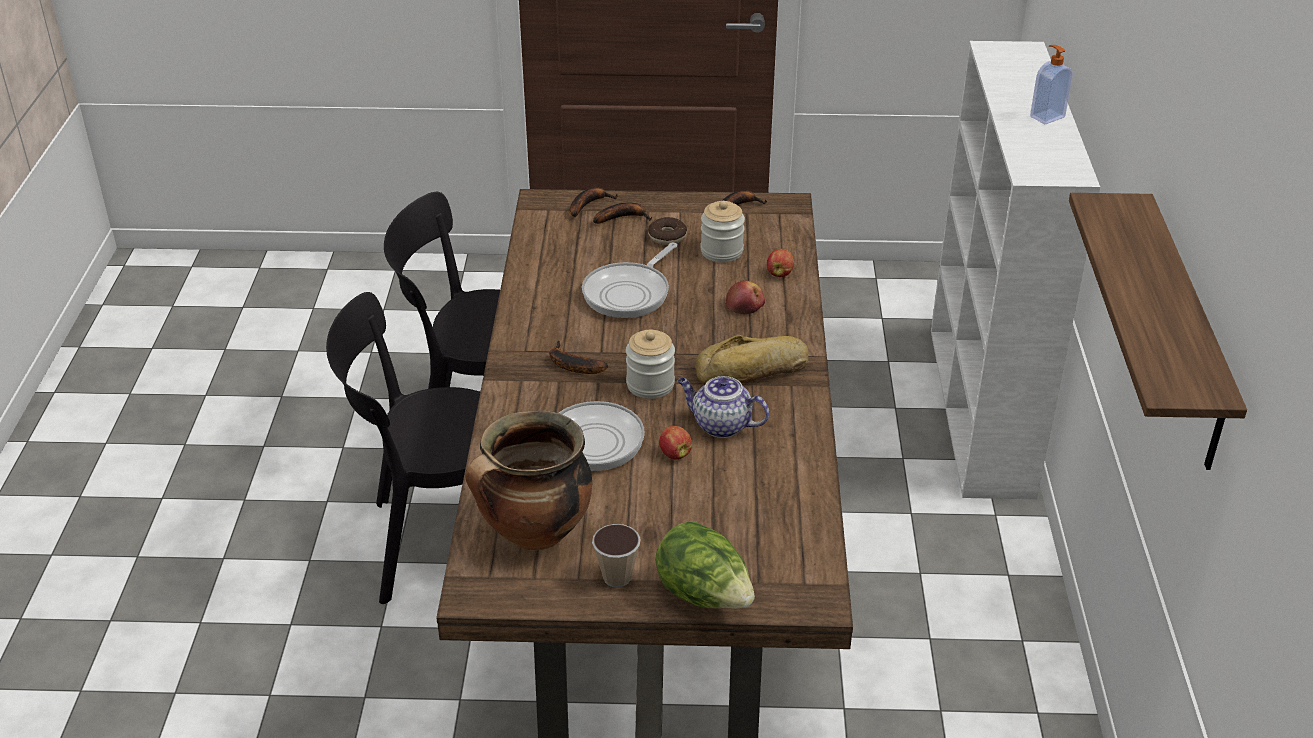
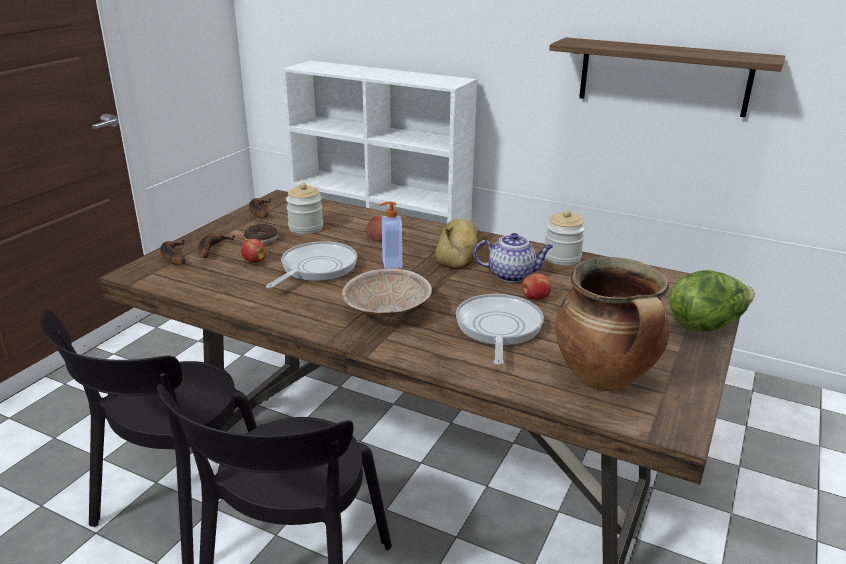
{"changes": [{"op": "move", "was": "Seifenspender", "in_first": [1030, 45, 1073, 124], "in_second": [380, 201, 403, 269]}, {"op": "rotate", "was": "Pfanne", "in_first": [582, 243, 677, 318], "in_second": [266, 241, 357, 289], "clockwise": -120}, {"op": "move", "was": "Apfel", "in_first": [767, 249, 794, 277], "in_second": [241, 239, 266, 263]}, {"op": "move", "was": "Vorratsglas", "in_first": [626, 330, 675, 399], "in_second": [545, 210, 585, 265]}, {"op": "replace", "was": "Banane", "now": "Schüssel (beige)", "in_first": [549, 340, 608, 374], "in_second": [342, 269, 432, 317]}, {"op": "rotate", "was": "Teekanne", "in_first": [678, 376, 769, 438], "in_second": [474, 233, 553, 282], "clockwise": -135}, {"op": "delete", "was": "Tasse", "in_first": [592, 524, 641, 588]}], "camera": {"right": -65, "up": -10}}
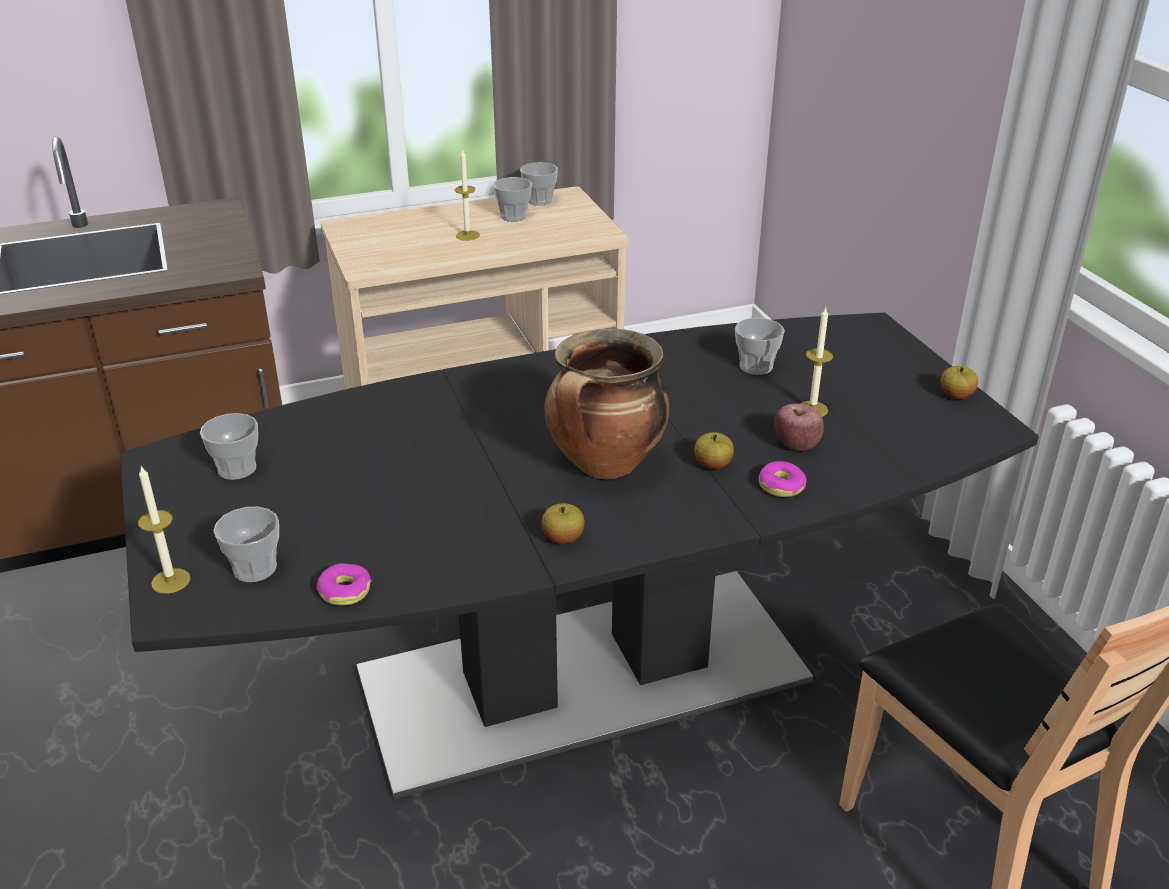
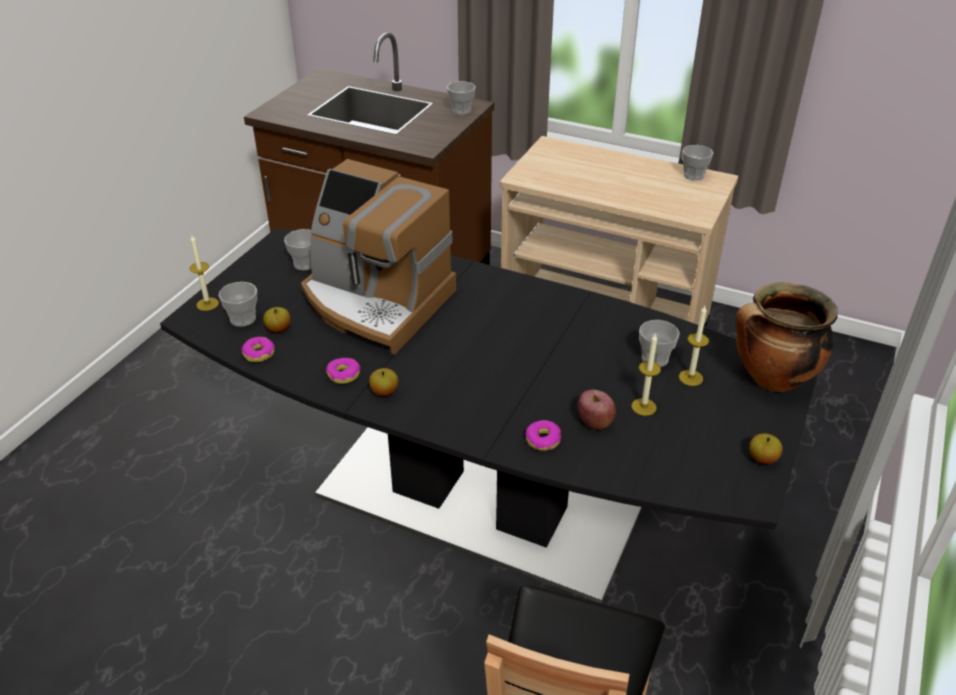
{"changes": [{"op": "move", "was": "Kerze", "in_first": [455, 150, 480, 241], "in_second": [679, 306, 709, 386]}, {"op": "move", "was": "Tasse", "in_first": [493, 177, 532, 222], "in_second": [447, 81, 475, 115]}, {"op": "move", "was": "Kochtopf", "in_first": [544, 329, 669, 480], "in_second": [735, 282, 838, 392]}, {"op": "move", "was": "Apfel", "in_first": [694, 432, 734, 469], "in_second": [263, 307, 291, 333]}, {"op": "insert", "now": "Kaffeemaschine", "in_second": [301, 159, 456, 355]}, {"op": "insert", "now": "Donut", "in_second": [326, 358, 361, 384]}], "camera": {"right": 45, "up": 5}}
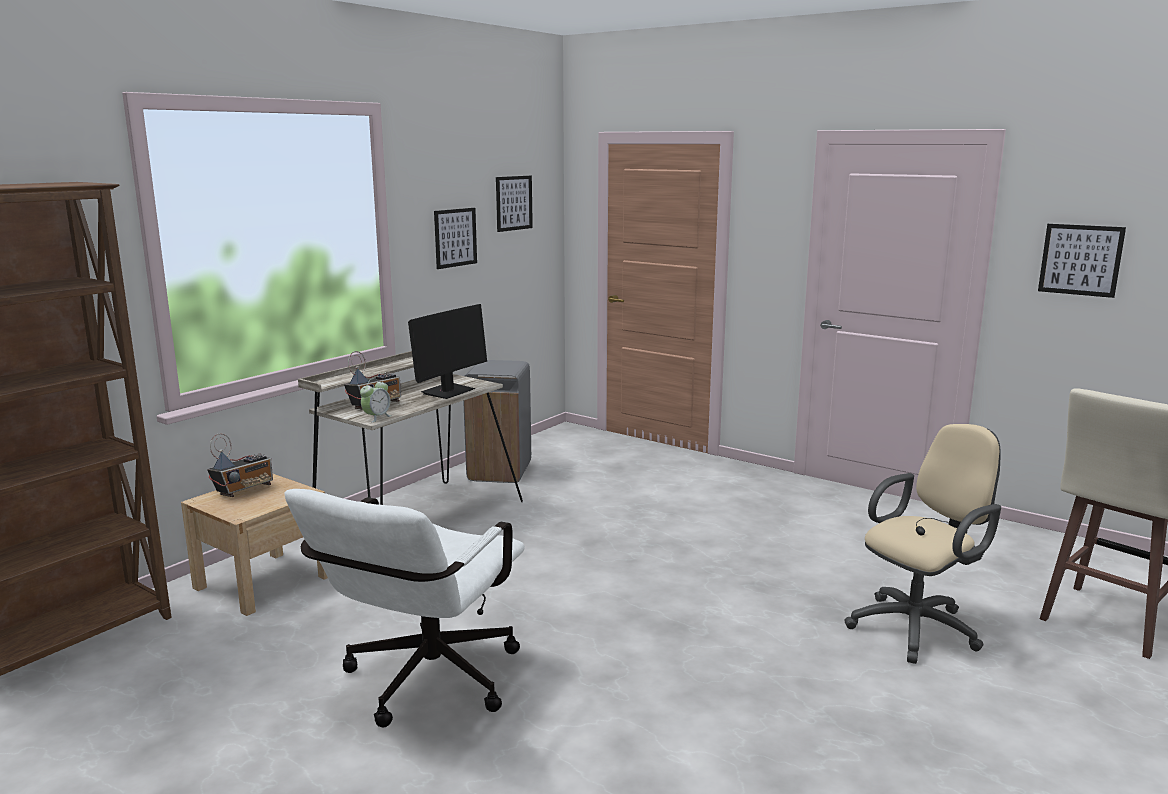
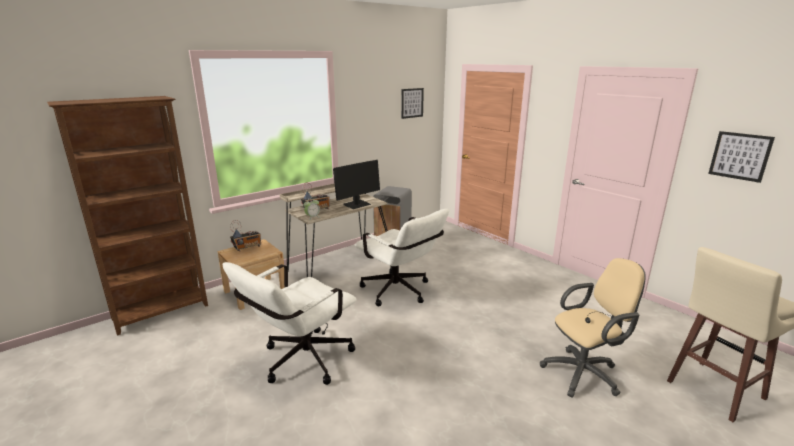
{"changes": [{"op": "delete", "was": "Bild", "in_first": [434, 208, 477, 269]}, {"op": "insert", "now": "Bürostuhl (weiß)", "in_second": [355, 209, 449, 306]}], "camera": {"right": 15, "up": 5}}
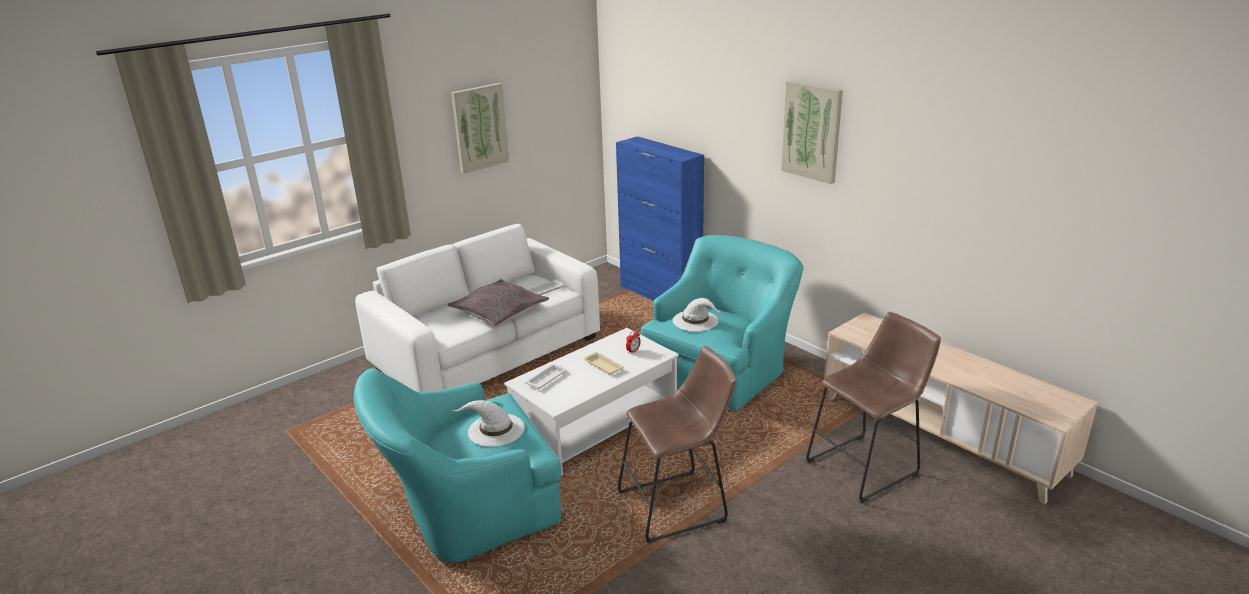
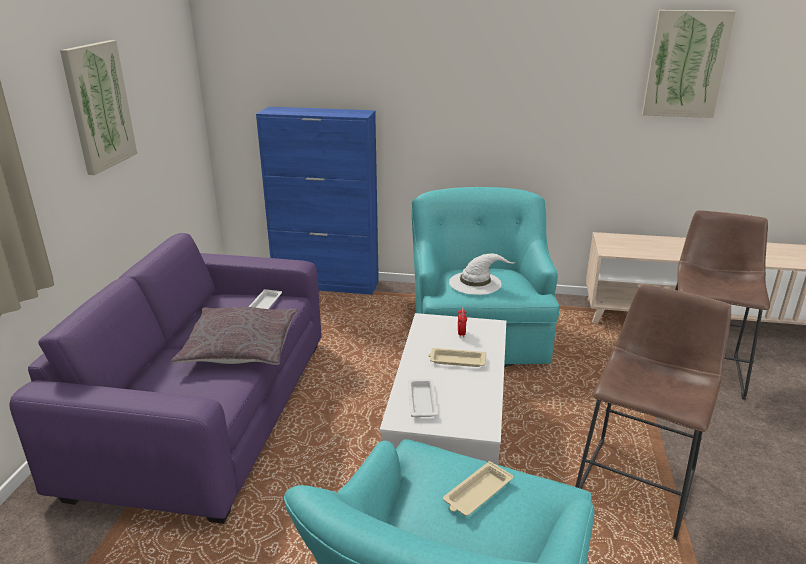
{"changes": [{"op": "move", "was": "Bild", "in_first": [781, 80, 843, 184], "in_second": [642, 10, 736, 118]}, {"op": "recolor", "was": "Sofa (weiß)", "now": "Sofa (lila)", "in_first": [355, 224, 600, 392], "in_second": [9, 233, 322, 524]}, {"op": "replace", "was": "Hut (weiß)", "now": "Tablett (beige)", "in_first": [452, 400, 525, 447], "in_second": [443, 461, 513, 516]}], "camera": {"right": -40, "up": 0}}
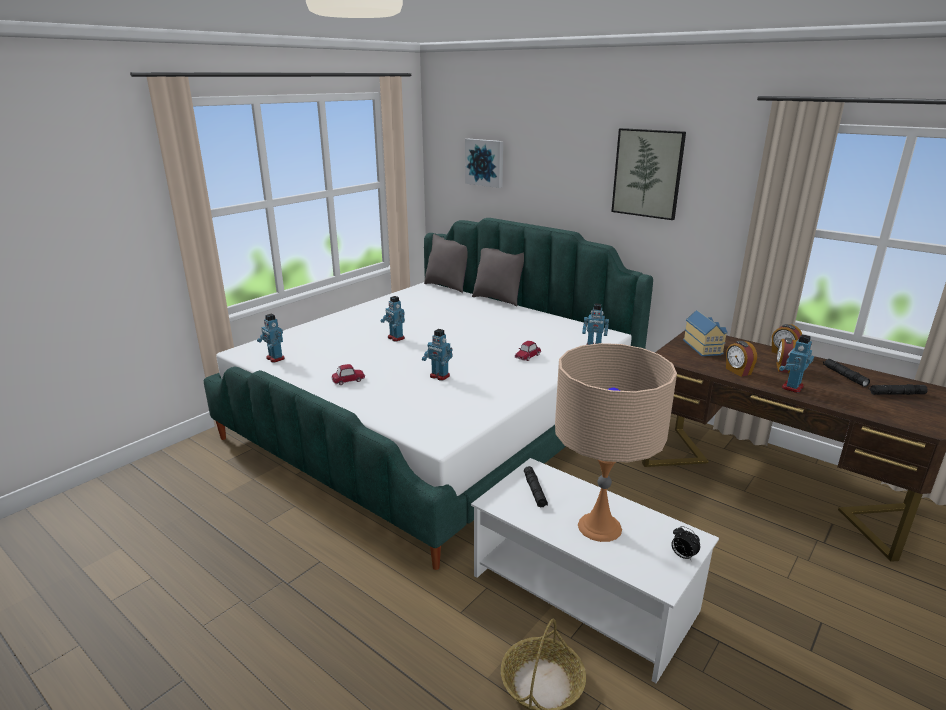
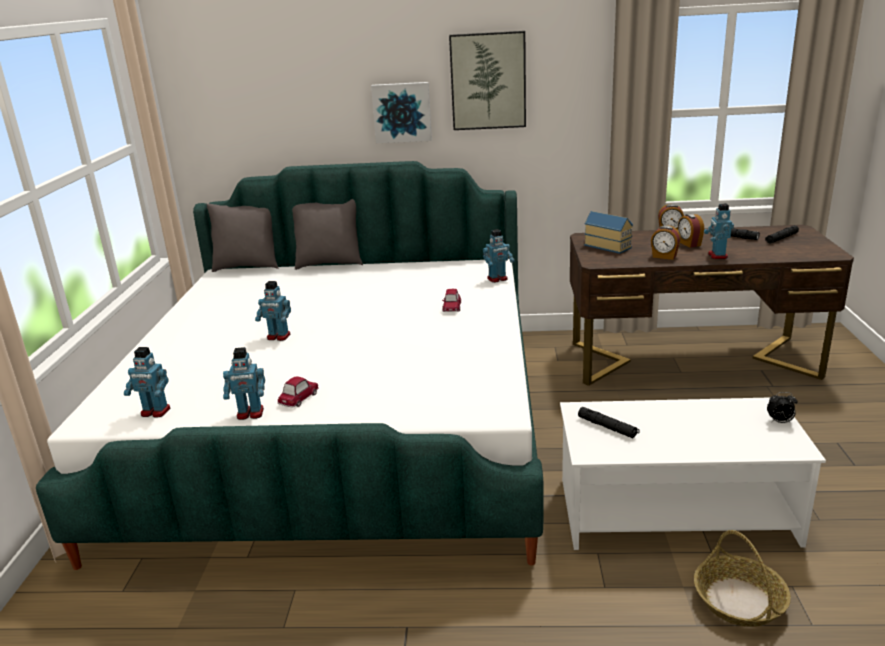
{"changes": [{"op": "move", "was": "Bild", "in_first": [465, 139, 503, 188], "in_second": [371, 82, 432, 143]}, {"op": "move", "was": "Spielzeugroboter", "in_first": [422, 329, 453, 381], "in_second": [223, 347, 265, 420]}, {"op": "delete", "was": "Tischlampe (beige)", "in_first": [555, 343, 677, 542]}], "camera": {"right": -35, "up": 0}}
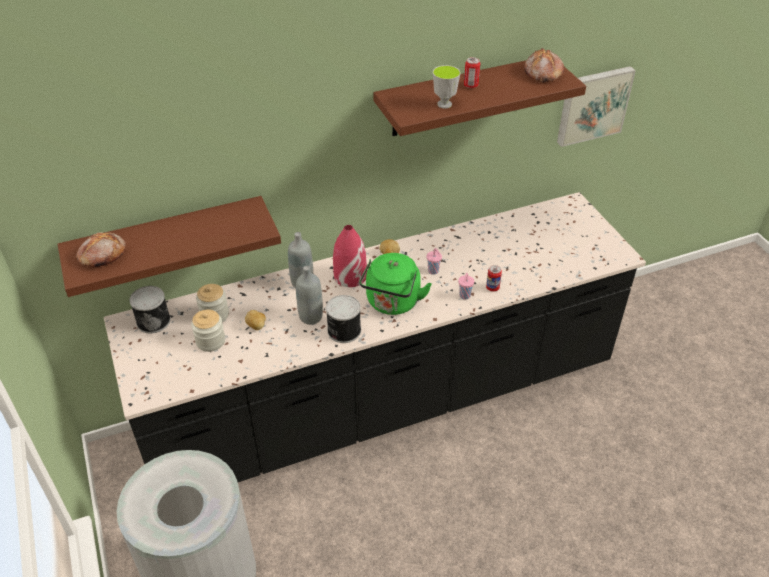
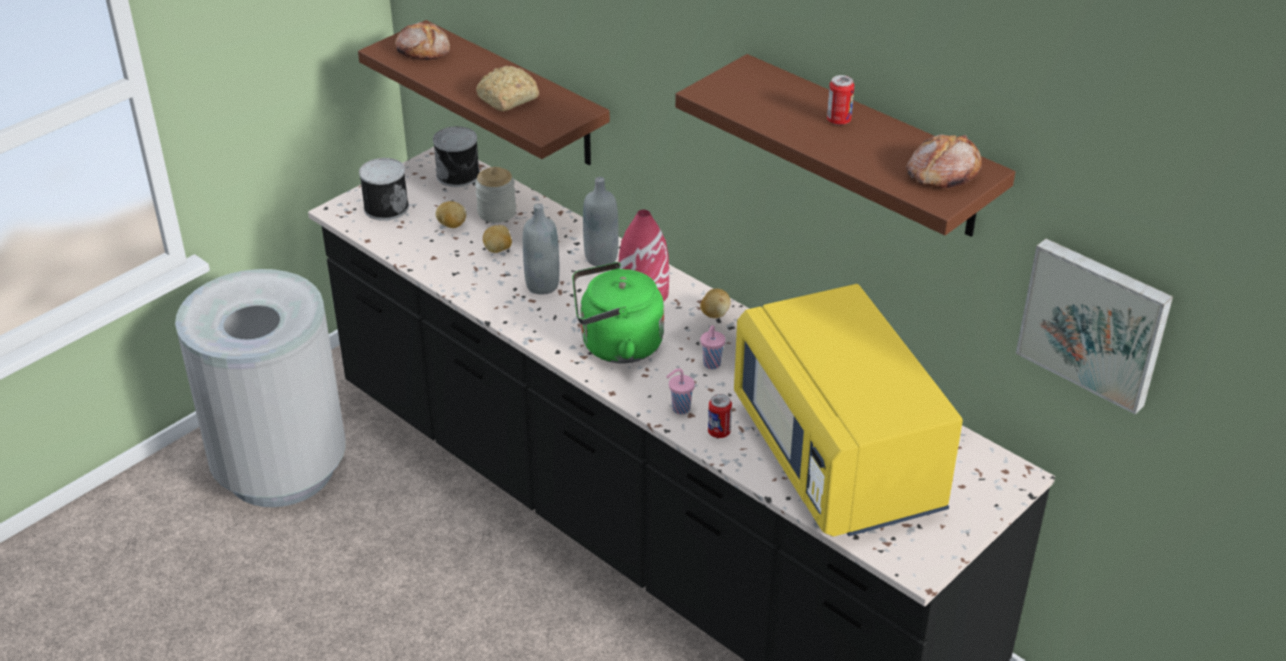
{"changes": [{"op": "delete", "was": "Tasse", "in_first": [433, 65, 461, 109]}, {"op": "move", "was": "Dose", "in_first": [326, 295, 361, 343], "in_second": [359, 158, 409, 221]}, {"op": "replace", "was": "Vorratsglas", "now": "Kartoffel", "in_first": [191, 309, 225, 352], "in_second": [436, 201, 466, 228]}, {"op": "insert", "now": "Brot", "in_second": [476, 66, 539, 111]}, {"op": "insert", "now": "Mikrowelle (gelb)", "in_second": [734, 284, 963, 536]}], "camera": {"right": 65, "up": -5}}
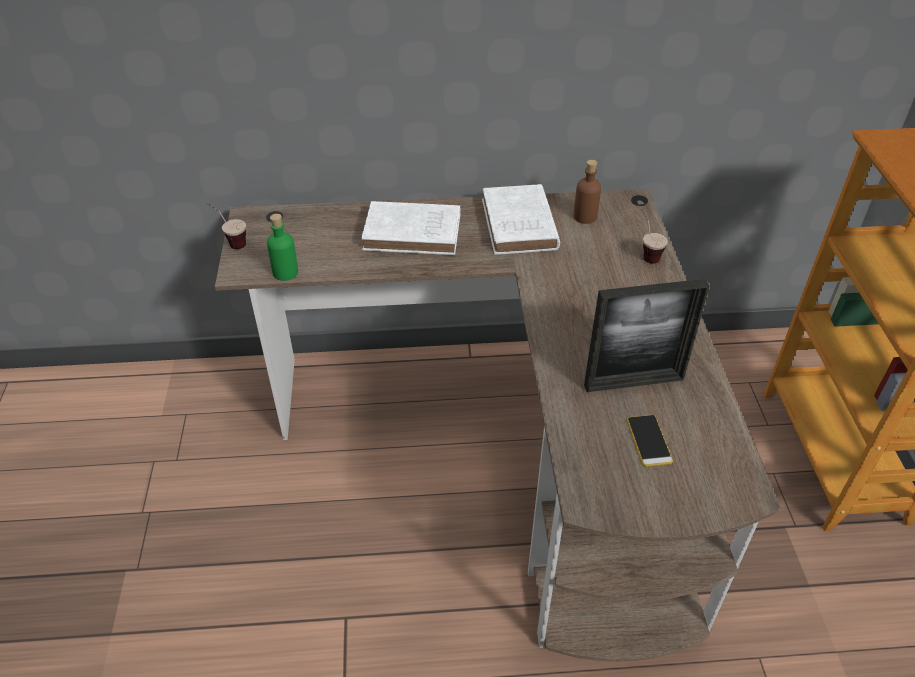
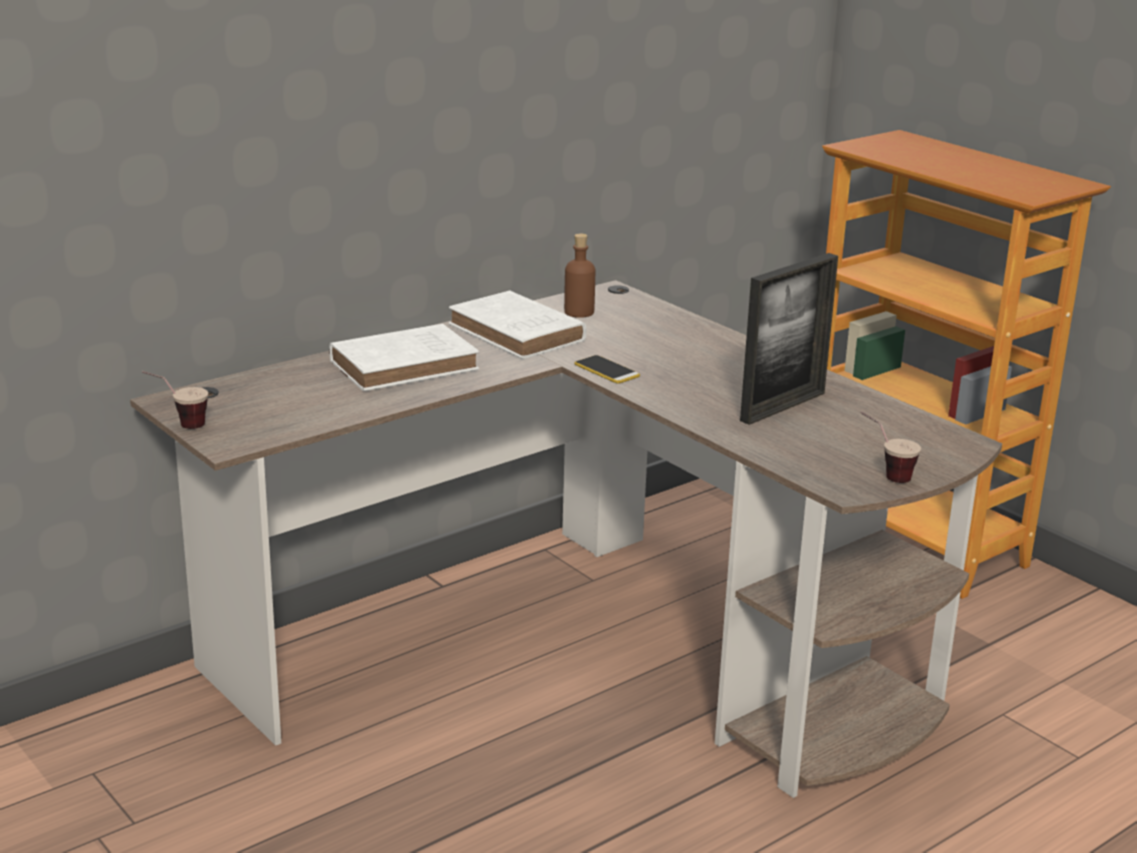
{"changes": [{"op": "move", "was": "Tasse", "in_first": [641, 209, 668, 263], "in_second": [860, 411, 921, 483]}, {"op": "delete", "was": "Flasche (grün)", "in_first": [267, 214, 298, 281]}, {"op": "move", "was": "Handy", "in_first": [627, 415, 673, 467], "in_second": [575, 355, 640, 384]}], "camera": {"right": -35, "up": -20}}
